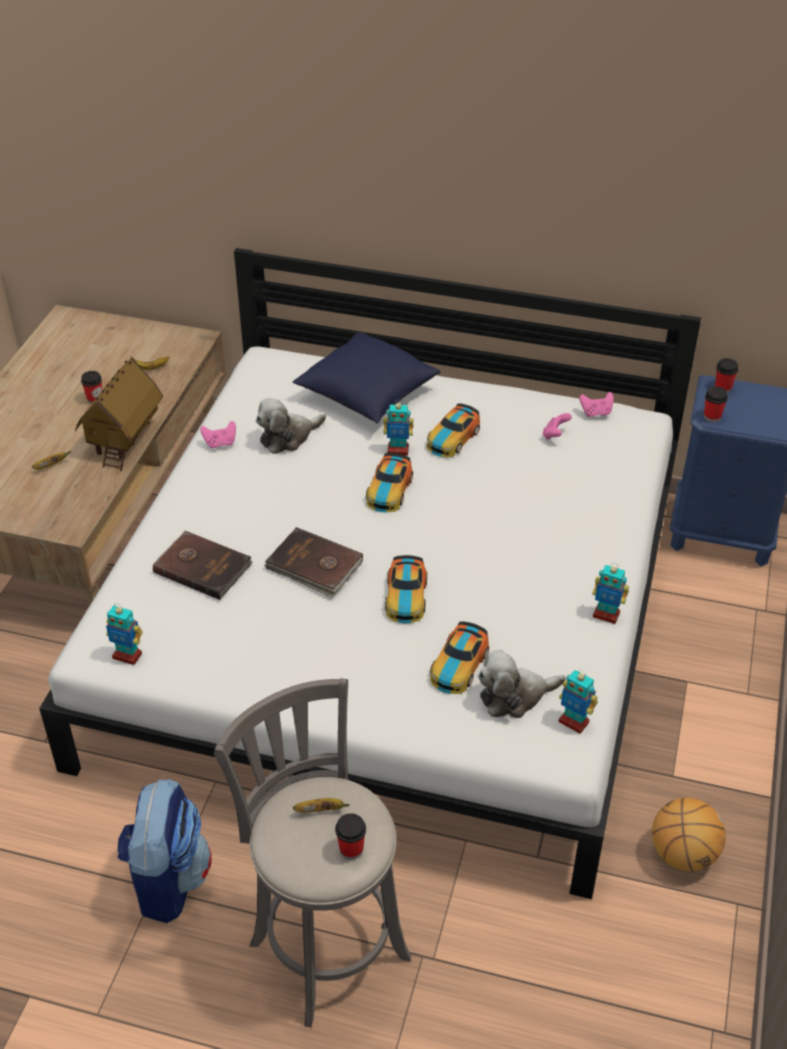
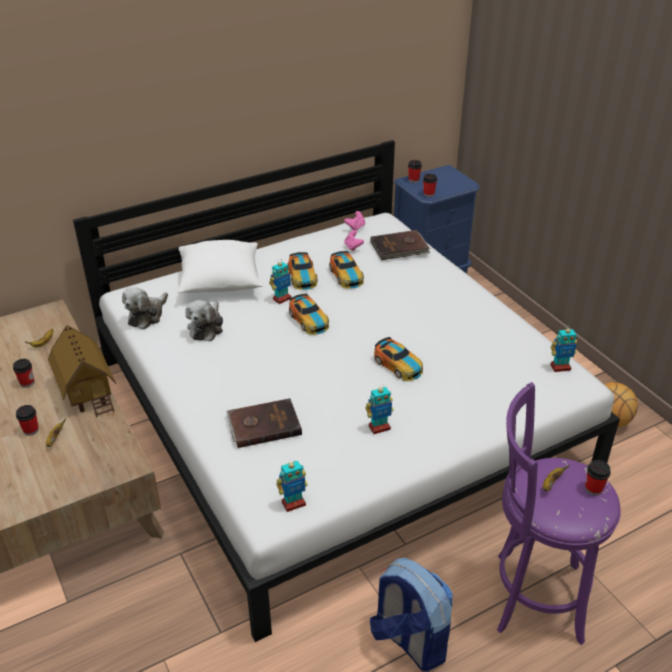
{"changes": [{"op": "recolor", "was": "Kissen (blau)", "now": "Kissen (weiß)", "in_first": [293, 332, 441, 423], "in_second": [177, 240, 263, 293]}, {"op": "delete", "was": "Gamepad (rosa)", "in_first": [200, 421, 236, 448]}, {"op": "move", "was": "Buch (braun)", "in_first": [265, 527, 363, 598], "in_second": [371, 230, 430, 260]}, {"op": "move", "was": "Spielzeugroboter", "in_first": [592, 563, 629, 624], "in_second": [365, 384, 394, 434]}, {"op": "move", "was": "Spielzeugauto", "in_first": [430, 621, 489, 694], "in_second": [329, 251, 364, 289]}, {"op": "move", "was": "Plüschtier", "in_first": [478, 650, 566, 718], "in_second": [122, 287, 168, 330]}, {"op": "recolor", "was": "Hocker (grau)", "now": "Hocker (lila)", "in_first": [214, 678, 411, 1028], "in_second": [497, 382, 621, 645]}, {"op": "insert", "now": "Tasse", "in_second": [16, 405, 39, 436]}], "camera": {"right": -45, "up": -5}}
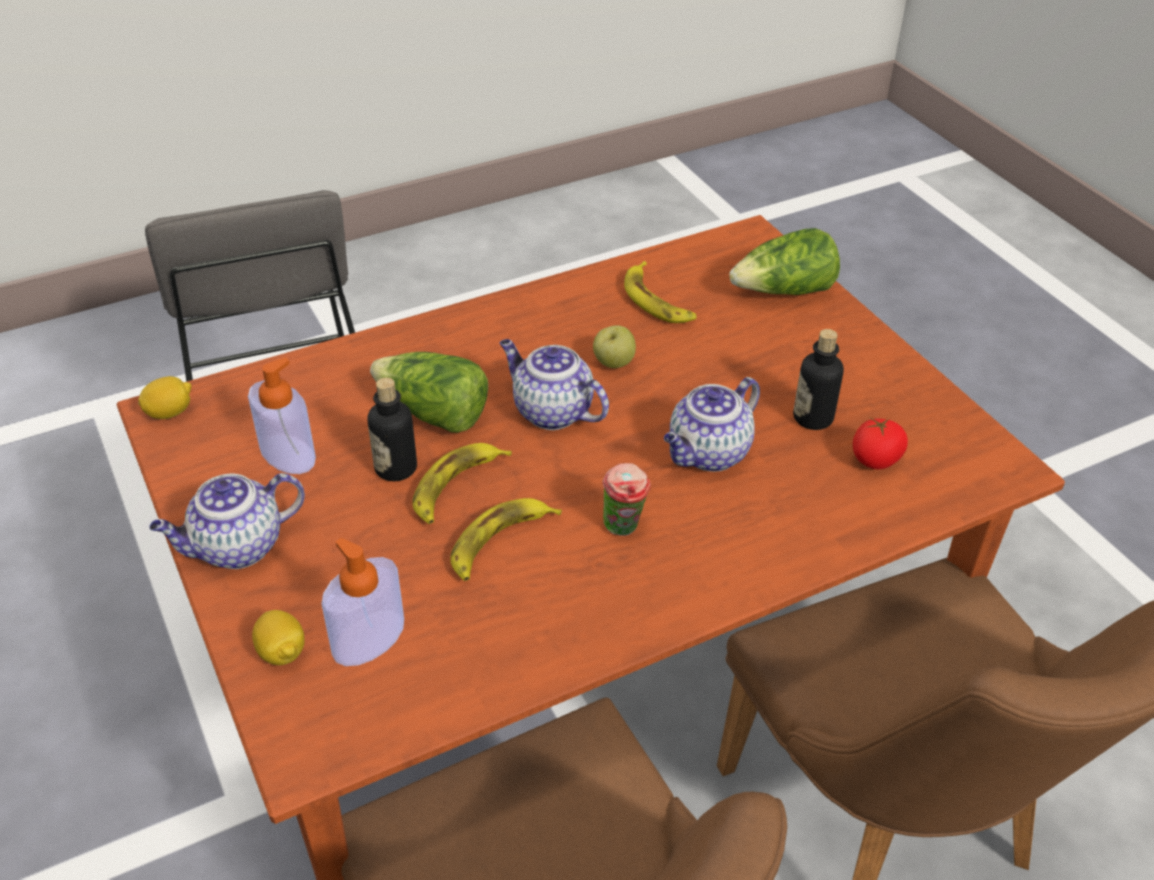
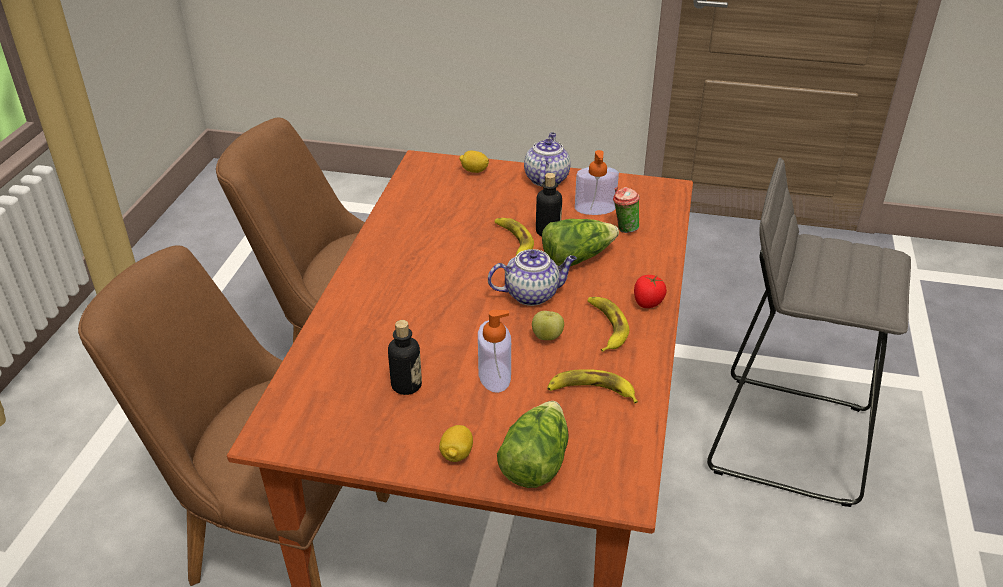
{"changes": [{"op": "move", "was": "Zitrone", "in_first": [138, 376, 191, 419], "in_second": [439, 425, 473, 462]}, {"op": "delete", "was": "Teekanne", "in_first": [664, 377, 760, 472]}, {"op": "move", "was": "Tomate", "in_first": [853, 417, 908, 469], "in_second": [634, 275, 667, 308]}, {"op": "move", "was": "Tasse", "in_first": [602, 463, 651, 536], "in_second": [613, 187, 640, 233]}, {"op": "move", "was": "Banane", "in_first": [450, 498, 562, 581], "in_second": [588, 297, 629, 352]}, {"op": "move", "was": "Seifenspender", "in_first": [322, 538, 404, 666], "in_second": [478, 310, 511, 393]}], "camera": {"right": 130, "up": -5}}
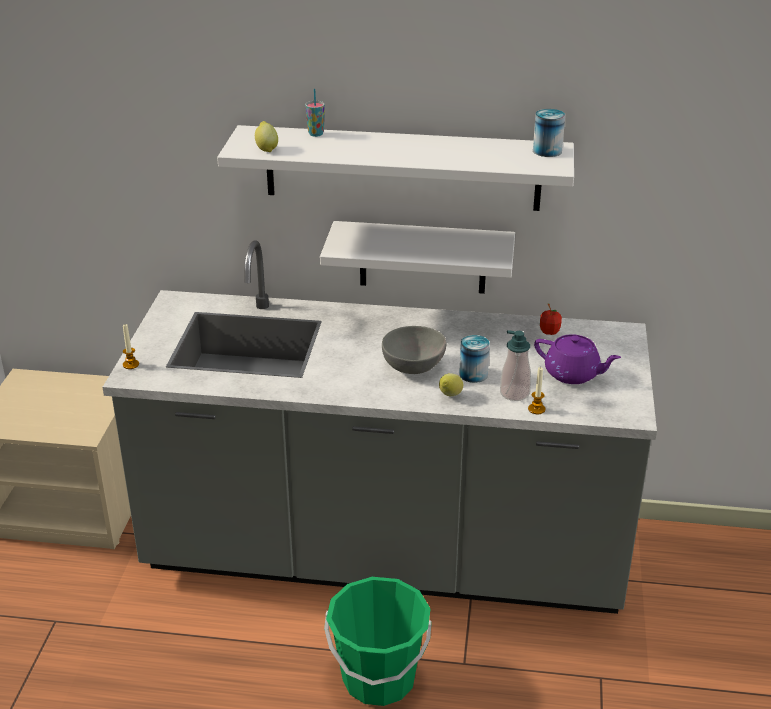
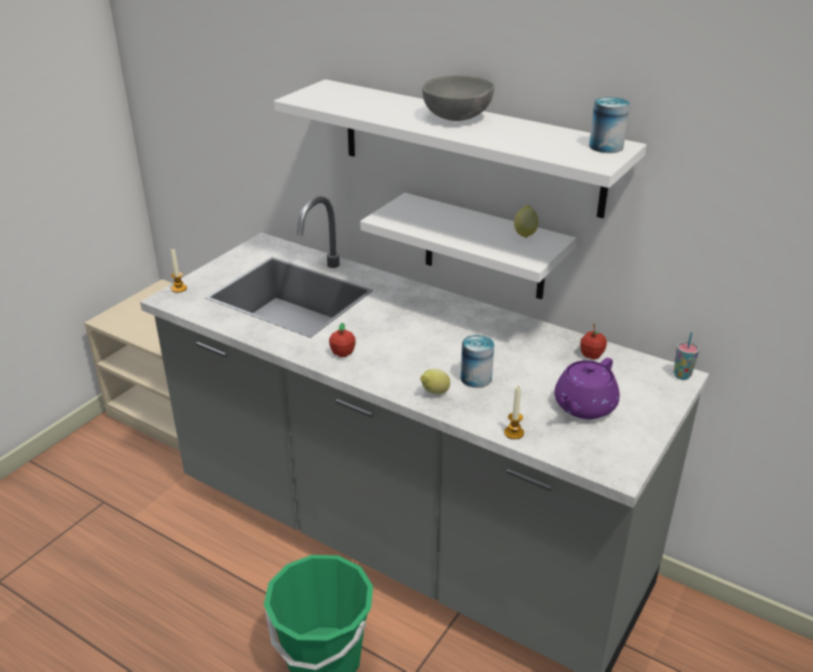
{"changes": [{"op": "move", "was": "Tasse", "in_first": [305, 89, 325, 137], "in_second": [674, 332, 699, 380]}, {"op": "move", "was": "Zitrone", "in_first": [255, 121, 278, 152], "in_second": [514, 205, 538, 238]}, {"op": "move", "was": "Schüssel (grau)", "in_first": [382, 326, 446, 374], "in_second": [422, 75, 494, 121]}, {"op": "delete", "was": "Seifenspender", "in_first": [500, 330, 531, 401]}, {"op": "rotate", "was": "Teekanne (lila)", "in_first": [534, 334, 621, 384], "in_second": [554, 358, 620, 419], "clockwise": 75}, {"op": "insert", "now": "Apfel", "in_second": [329, 323, 355, 357]}], "camera": {"right": 25, "up": 0}}
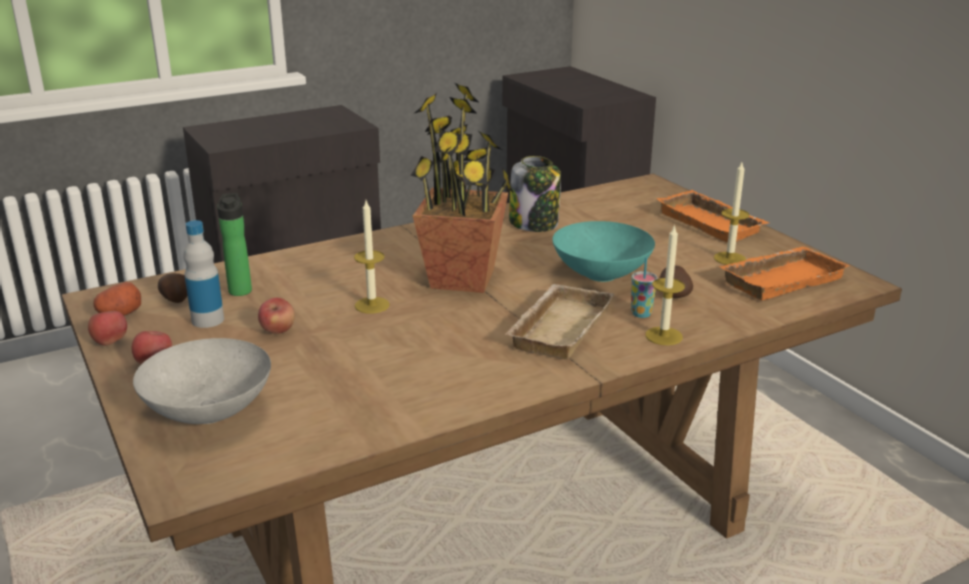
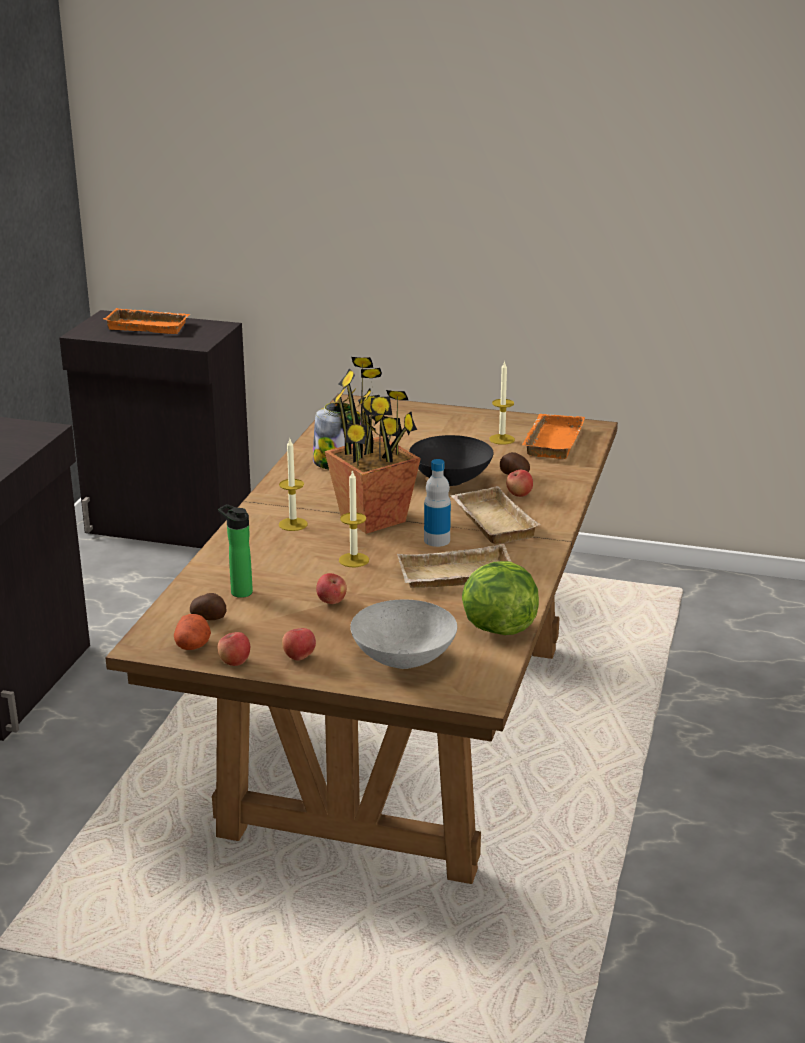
{"changes": [{"op": "move", "was": "Tablett (orange)", "in_first": [656, 190, 769, 243], "in_second": [103, 308, 190, 334]}, {"op": "move", "was": "Flasche", "in_first": [183, 220, 224, 328], "in_second": [424, 459, 451, 547]}, {"op": "recolor", "was": "Schüssel (türkis)", "now": "Schüssel (schwarz)", "in_first": [552, 221, 655, 282], "in_second": [409, 435, 494, 486]}, {"op": "move", "was": "Kerze", "in_first": [646, 224, 685, 345], "in_second": [279, 439, 308, 531]}, {"op": "replace", "was": "Tasse", "now": "Apfel", "in_first": [631, 257, 658, 318], "in_second": [506, 470, 533, 497]}, {"op": "insert", "now": "Tablett (beige)", "in_second": [397, 544, 512, 588]}, {"op": "insert", "now": "Salatkopf", "in_second": [462, 561, 539, 635]}], "camera": {"right": -45, "up": 0}}
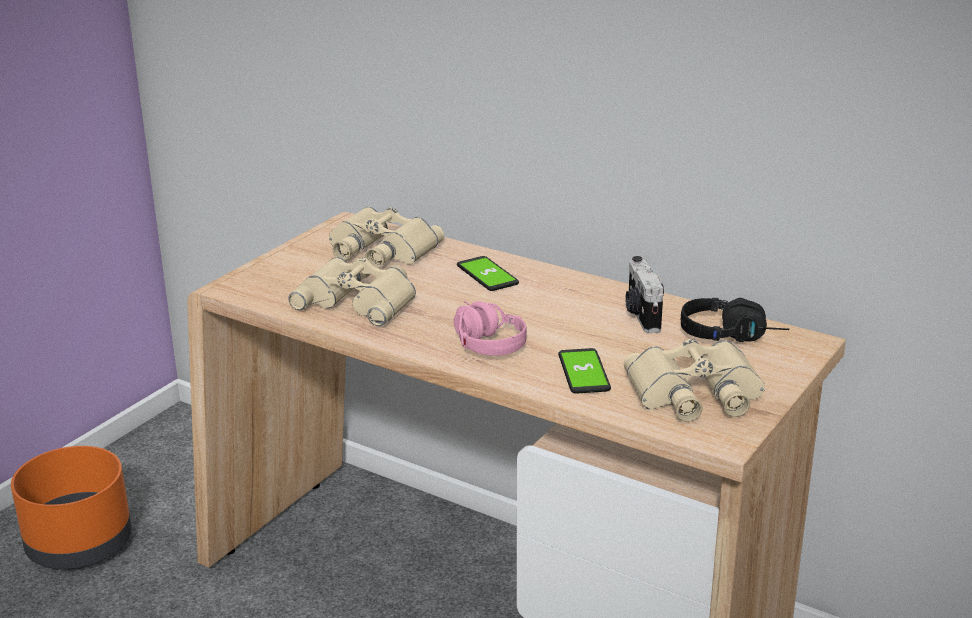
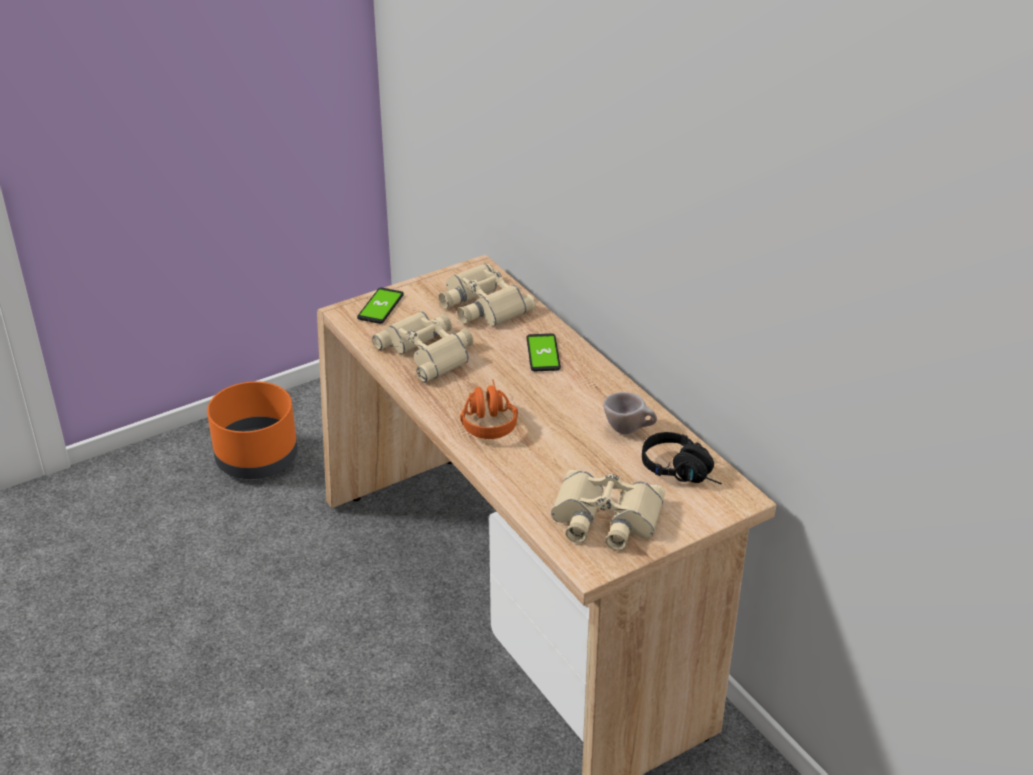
{"changes": [{"op": "replace", "was": "Kamera", "now": "Tasse (beige)", "in_first": [625, 256, 664, 333], "in_second": [603, 392, 657, 434]}, {"op": "recolor", "was": "Kopfhörer (rosa)", "now": "Kopfhörer (orange)", "in_first": [454, 301, 527, 356], "in_second": [460, 379, 518, 439]}, {"op": "move", "was": "Handy", "in_first": [558, 348, 611, 393], "in_second": [357, 288, 404, 324]}], "camera": {"right": 25, "up": 10}}
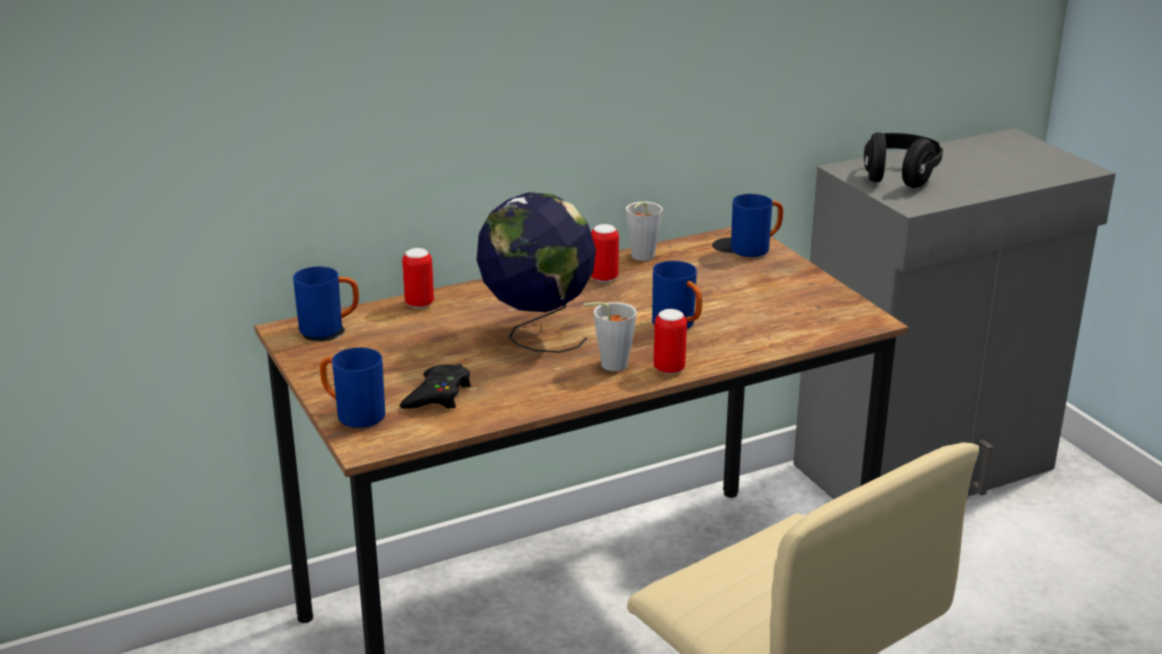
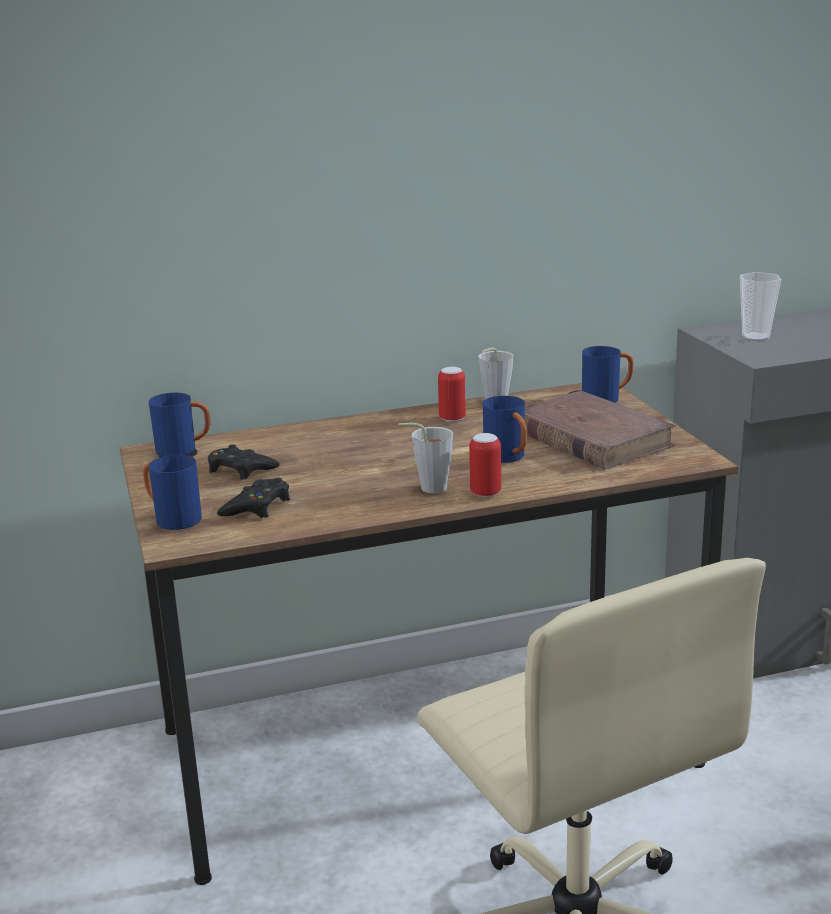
{"changes": [{"op": "replace", "was": "Kopfhörer (schwarz)", "now": "Tasse", "in_first": [864, 132, 943, 188], "in_second": [740, 272, 781, 341]}, {"op": "delete", "was": "Globus", "in_first": [477, 192, 596, 353]}, {"op": "delete", "was": "Dose", "in_first": [402, 248, 434, 309]}, {"op": "insert", "now": "Buch (braun)", "in_second": [525, 391, 676, 470]}, {"op": "insert", "now": "Gamepad (schwarz)", "in_second": [208, 444, 280, 480]}], "camera": {"right": 10, "up": -5}}
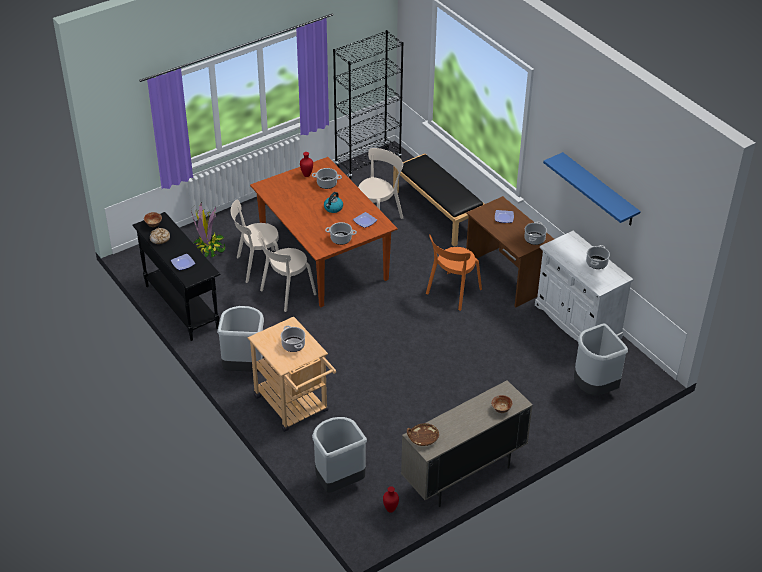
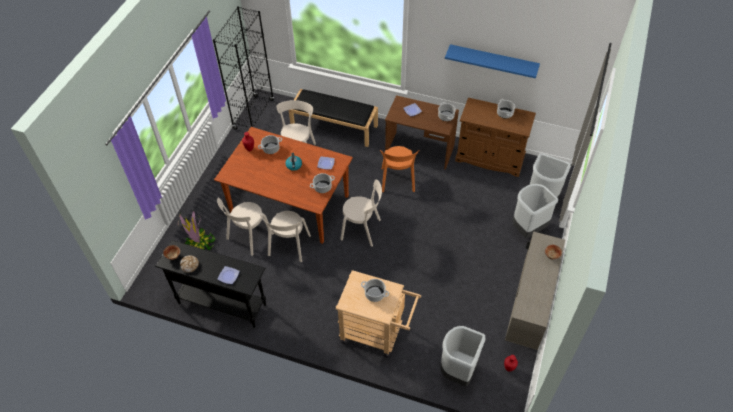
{"changes": [{"op": "recolor", "was": "Schrank (weiß)", "now": "Schrank (braun)", "in_first": [535, 231, 633, 341], "in_second": [455, 98, 536, 177]}, {"op": "move", "was": "Mülleimer (grau)", "in_first": [217, 306, 265, 372], "in_second": [513, 184, 558, 238]}, {"op": "delete", "was": "Schüssel (braun)", "in_first": [407, 423, 439, 446]}, {"op": "insert", "now": "Stuhl (beige)", "in_second": [340, 179, 382, 247]}], "camera": {"right": -35, "up": 10}}
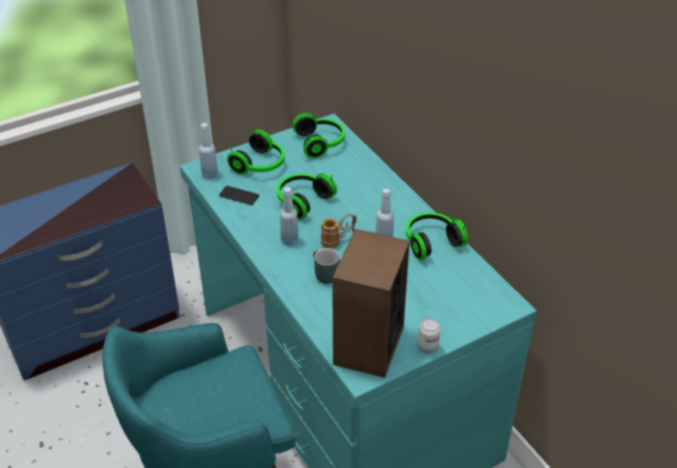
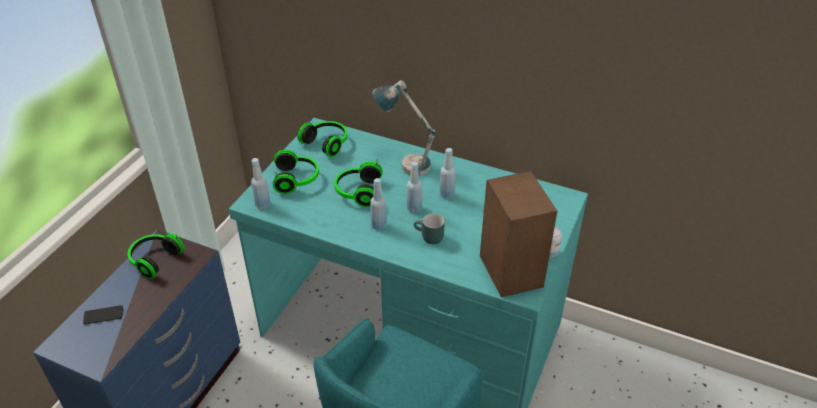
{"changes": [{"op": "move", "was": "Handy", "in_first": [219, 186, 259, 205], "in_second": [83, 305, 123, 324]}, {"op": "move", "was": "Kopfhörer", "in_first": [406, 212, 468, 261], "in_second": [128, 233, 185, 279]}, {"op": "replace", "was": "Henkelbecher", "now": "Flasche (blau)", "in_first": [320, 213, 356, 249], "in_second": [407, 162, 422, 213]}, {"op": "insert", "now": "Tischlampe", "in_second": [372, 80, 436, 176]}], "camera": {"right": -35, "up": 0}}
